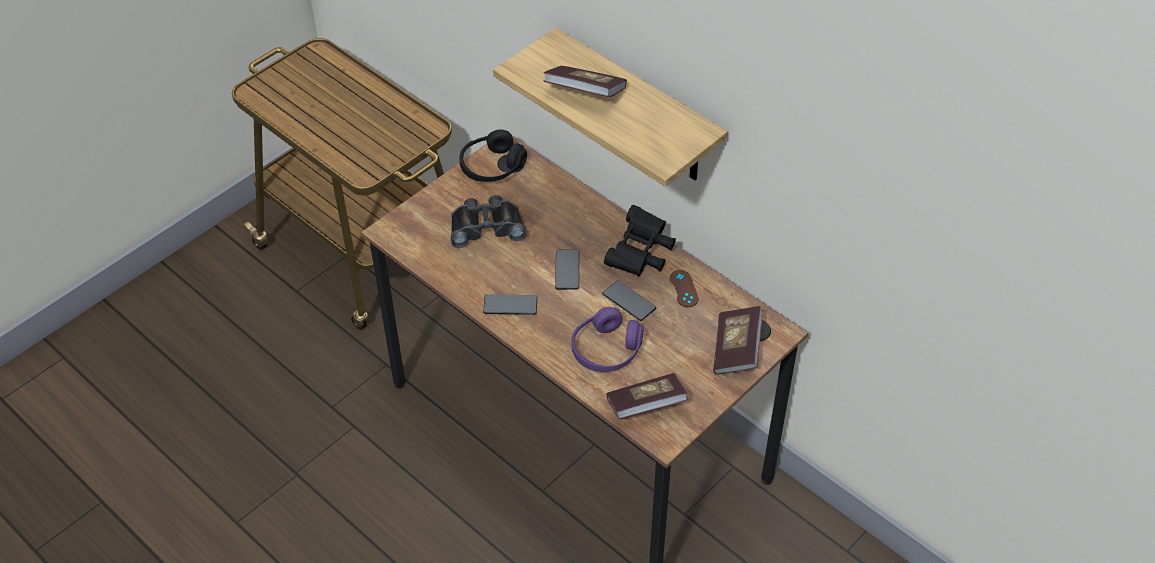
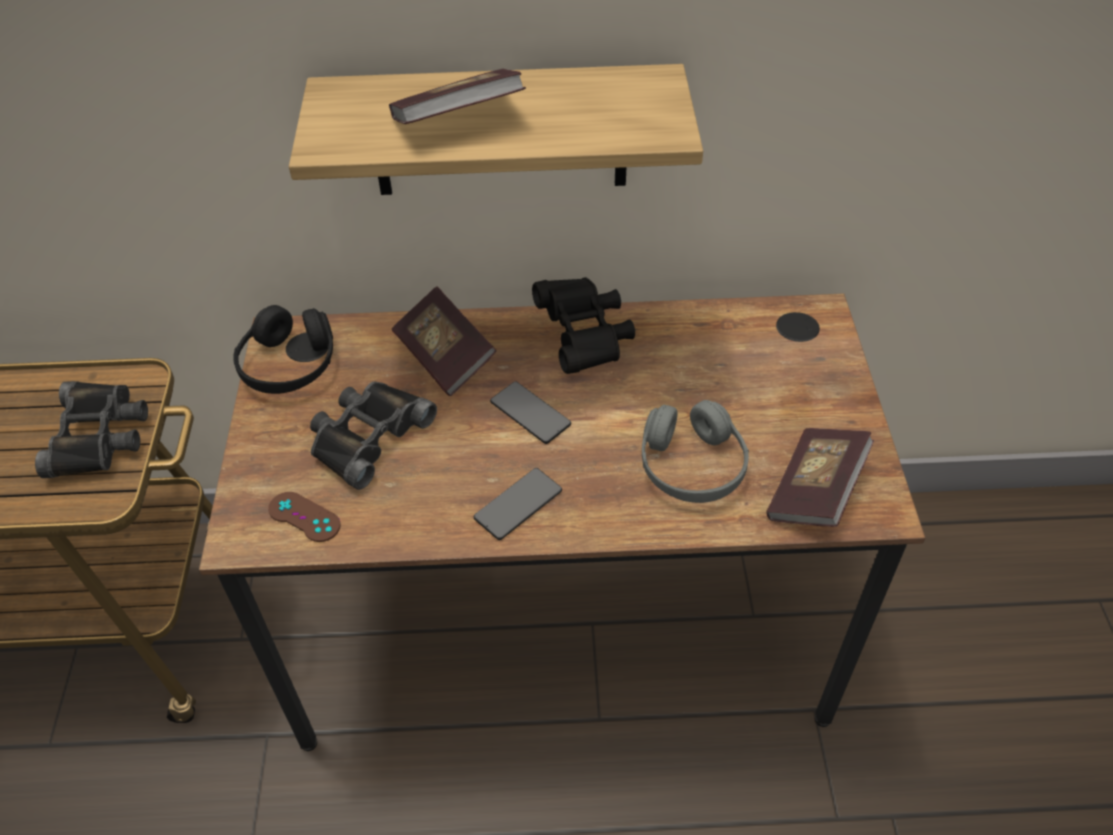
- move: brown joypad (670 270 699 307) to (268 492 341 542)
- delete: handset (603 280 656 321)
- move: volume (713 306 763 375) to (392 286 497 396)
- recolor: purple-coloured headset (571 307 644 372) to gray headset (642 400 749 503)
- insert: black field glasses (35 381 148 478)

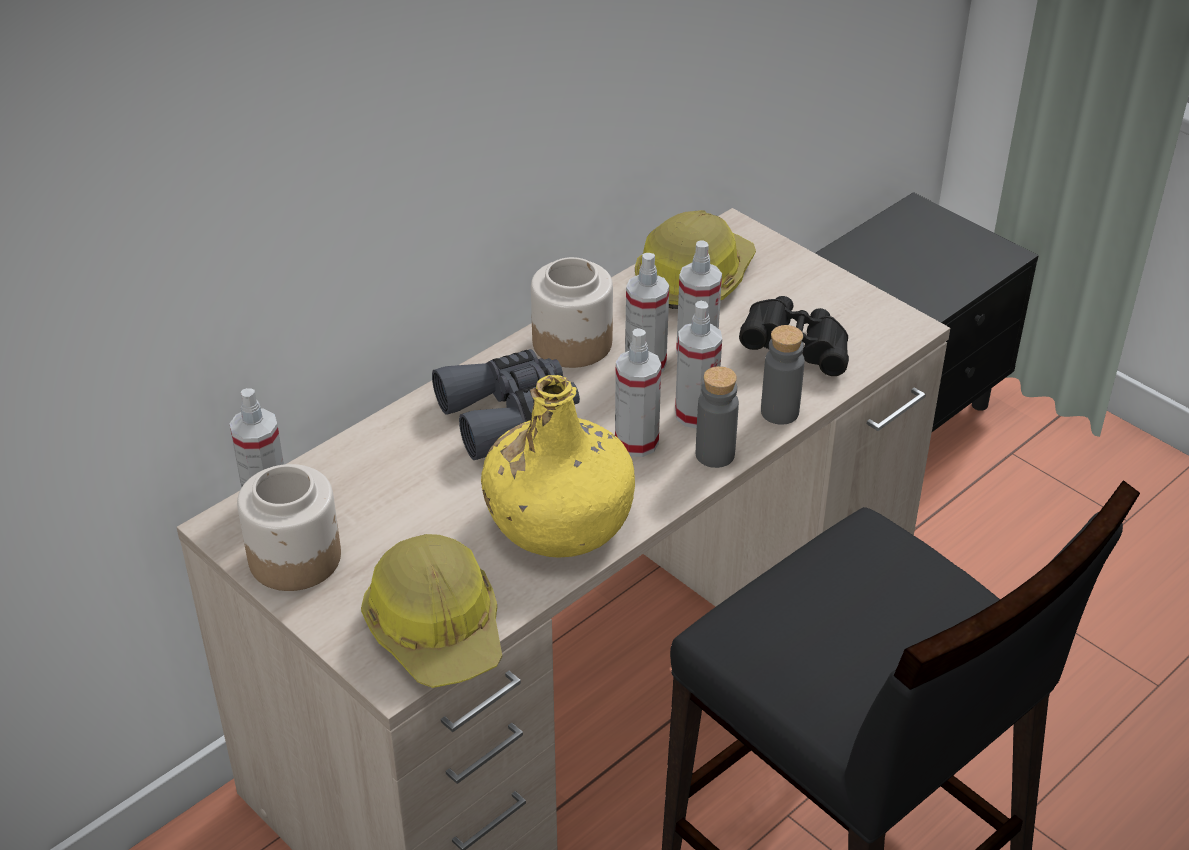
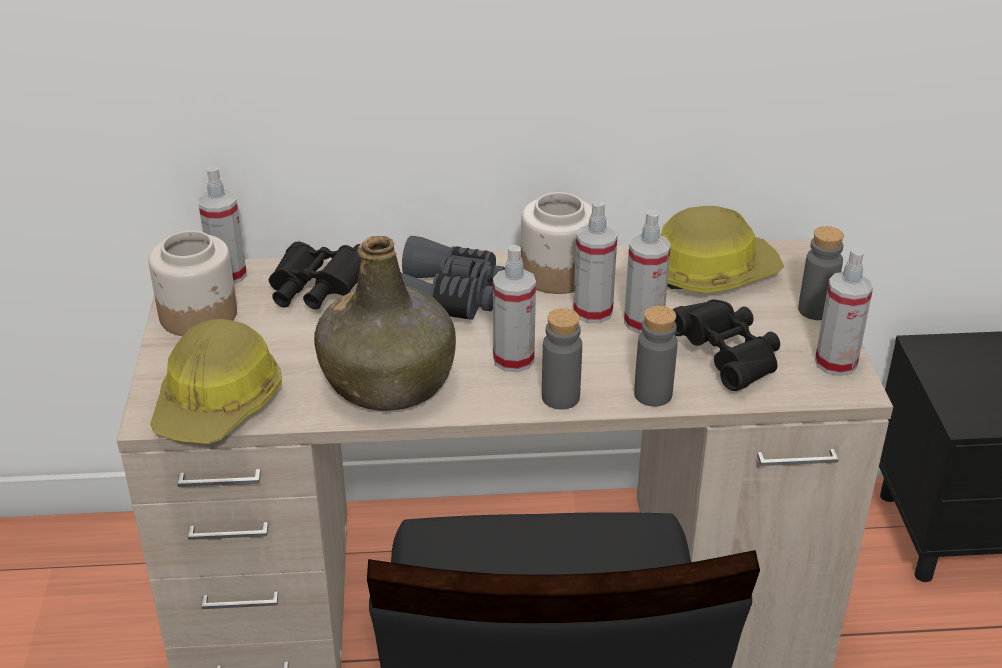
- move: hand sprayer (675 301 722 428) to (815 248 873 376)
- recolor: yellowish drink bottle (481 375 635 558) to green-coloured drink bottle (314 236 456 411)
- insert: gray drink bottle (798 226 844 320)
- insert: black field glasses (269 242 361 310)

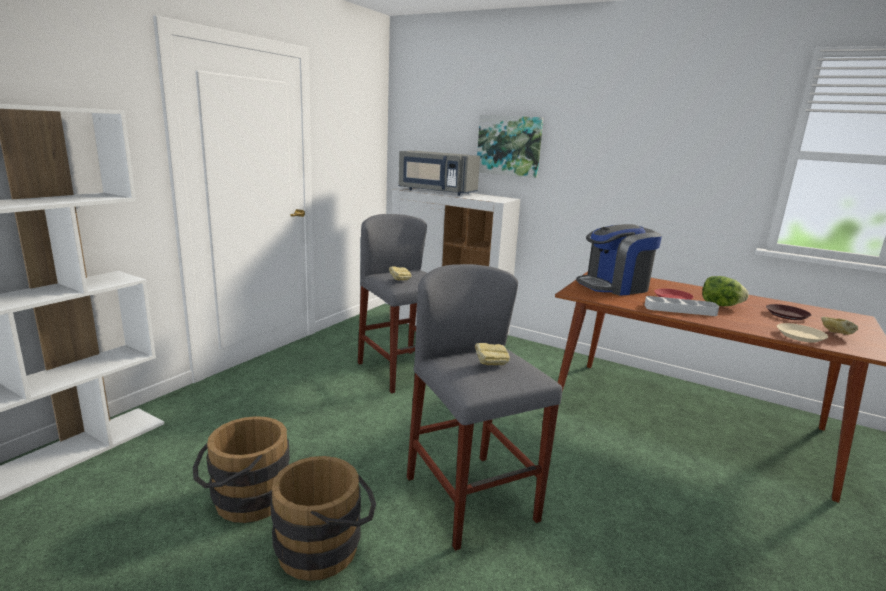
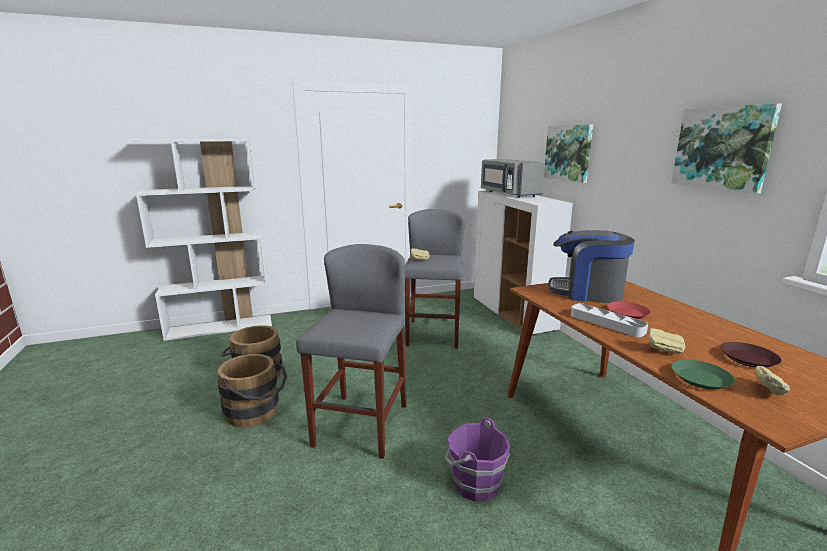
- delete: lettuce (702 276 748 306)
- recolor: sand-coloured dinner plate (777 323 828 343) to green-coloured dinner plate (671 359 735 390)
- move: bakery bread (475 343 510 365) to (648 328 685 354)
- insert: wall art (671 103 782 194)
- insert: purple-coloured pail (445 418 510 502)

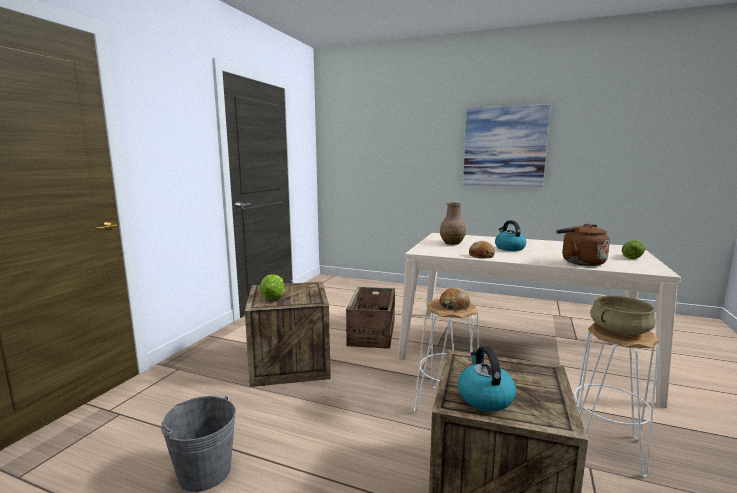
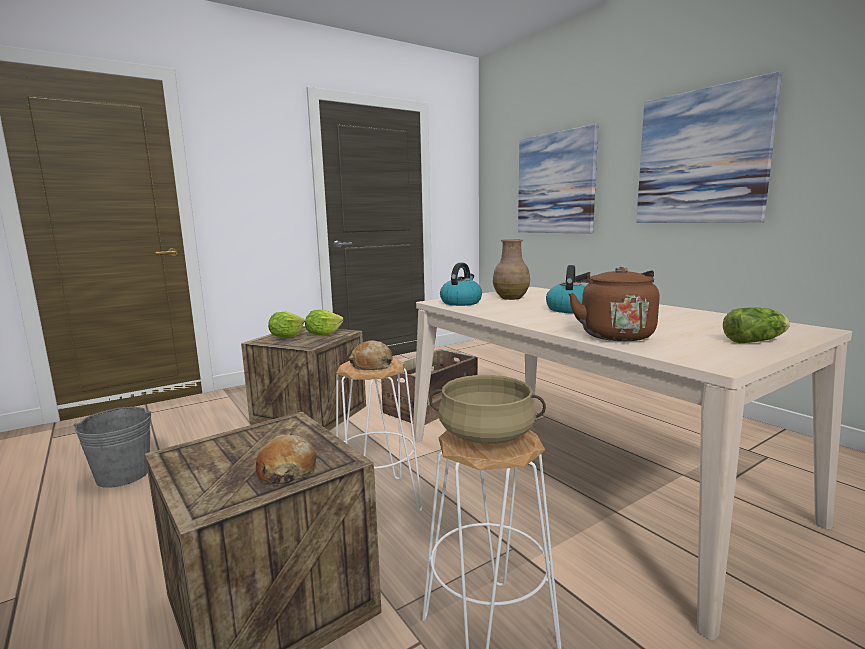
- move: bakery bread (469 241 495 258) to (256 435 317 484)
- move: tea kettle (458 346 516 411) to (440 263 482 306)
- insert: wall art (518 124 598 234)
- insert: lettuce (305 310 344 335)

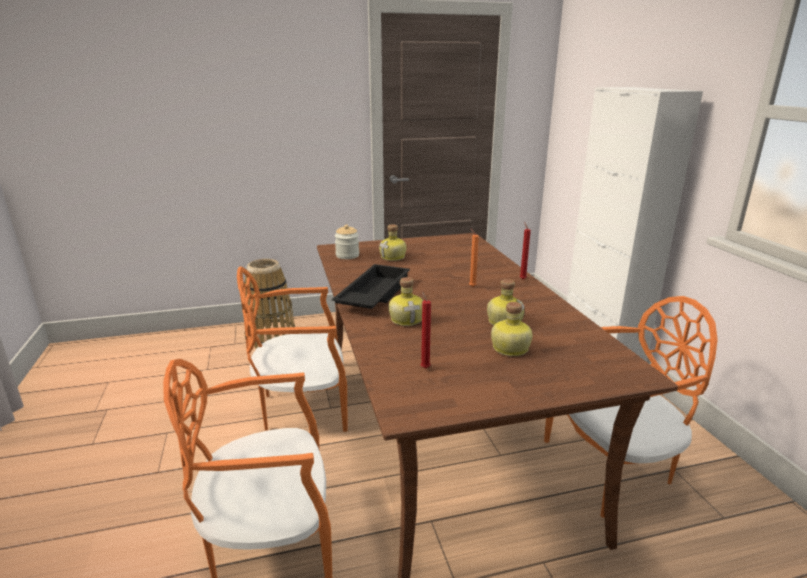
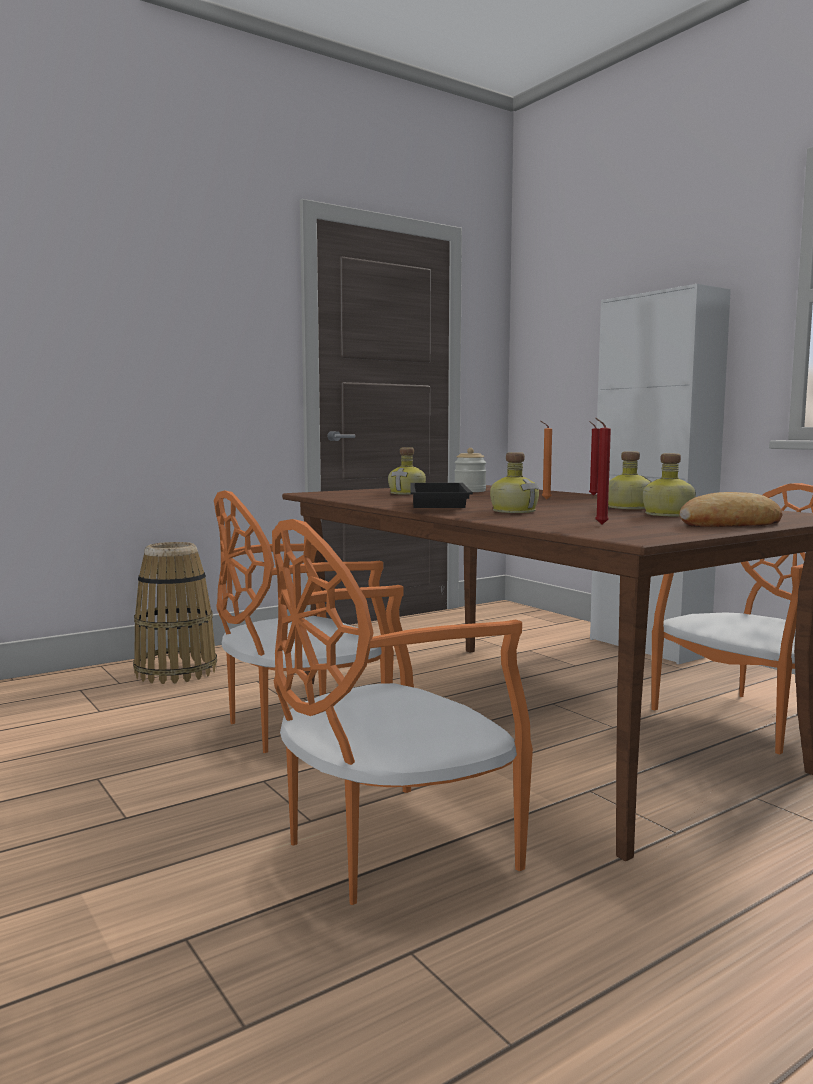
- move: preserve jar (335 224 359 259) to (454 448 486 492)
- insert: bakery bread (680 492 783 527)

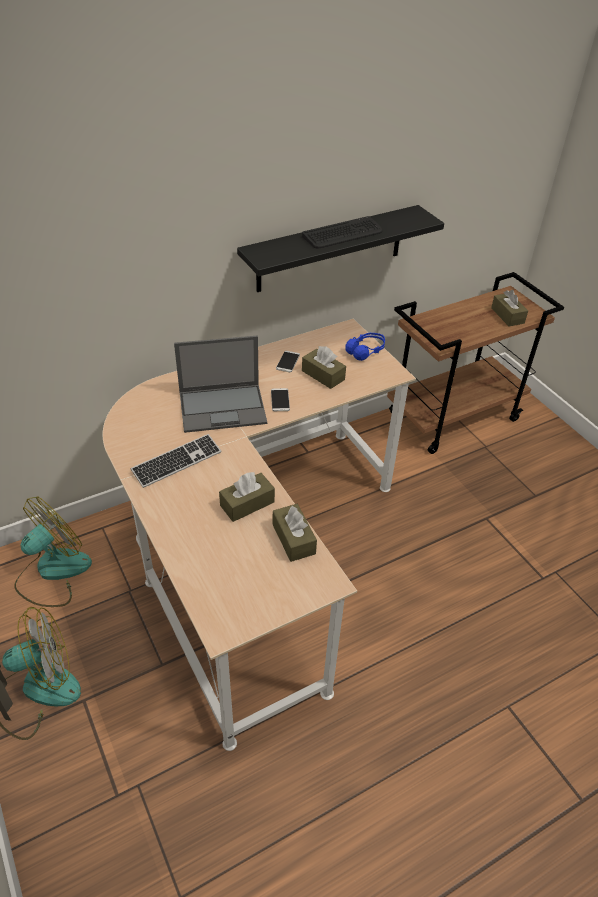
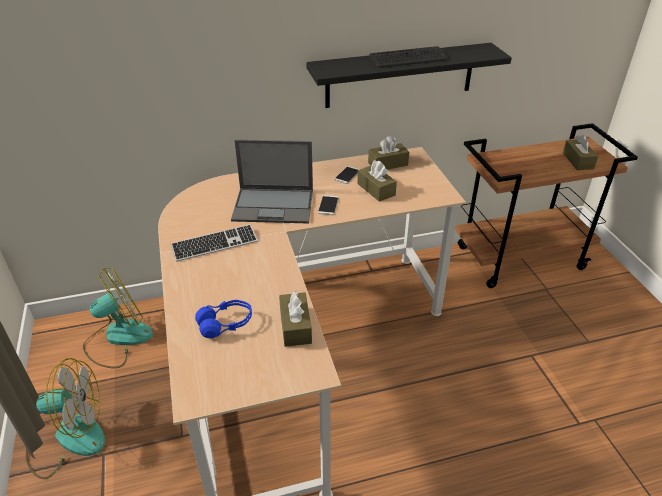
- move: blue-coloured headset (345 333 385 361) to (195 300 252 338)
- move: brown tissue holder (219 472 275 522) to (368 136 409 170)

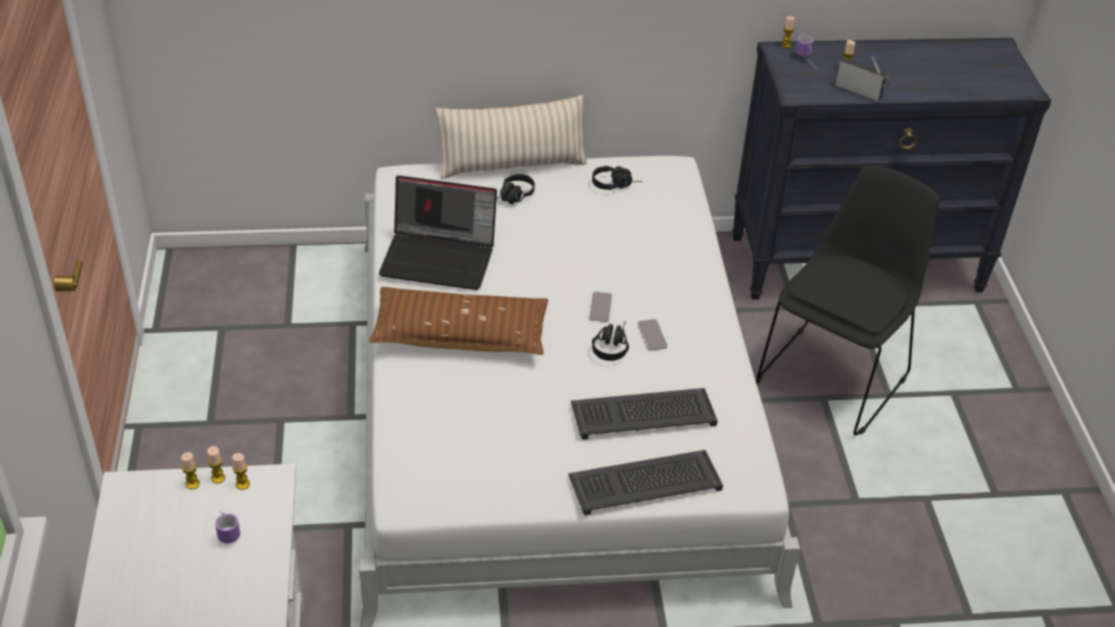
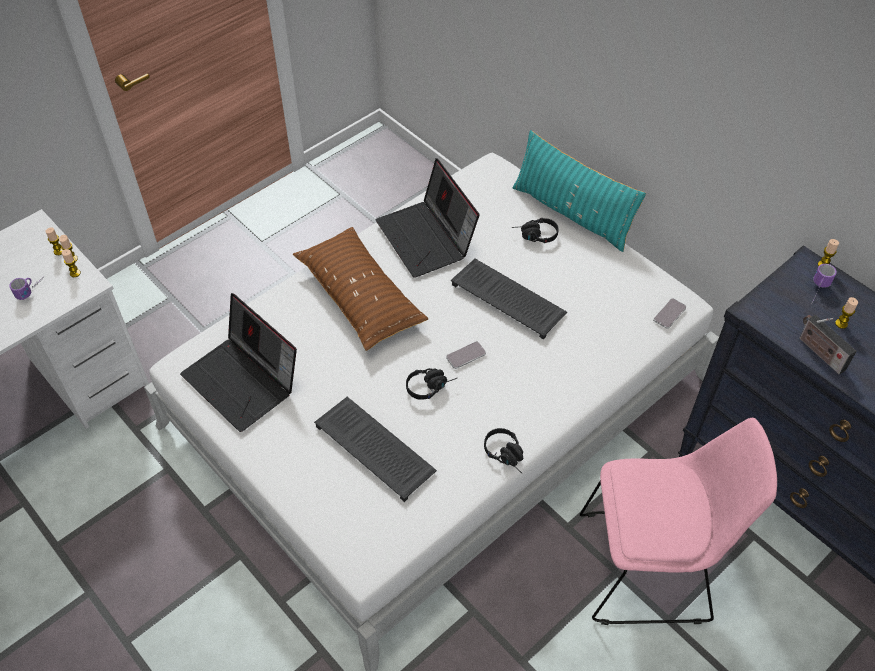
- rotate: radio (835 56 890 101) = (799 315 857 375) 150 degrees clockwise
- recolor: sand-coloured pillow (435 95 587 179) to turquoise-coloured pillow (512 130 646 252)
- recolor: black upright chair (756 165 939 435) to pinkish upright chair (580 418 777 625)
- move: black headset (592 166 643 190) to (484 428 523 473)
- move: handset (638 319 667 351) to (653 298 686 329)
- move: keyboard (568 450 723 516) to (451 259 567 339)
- insert: portable computer (180 293 297 432)

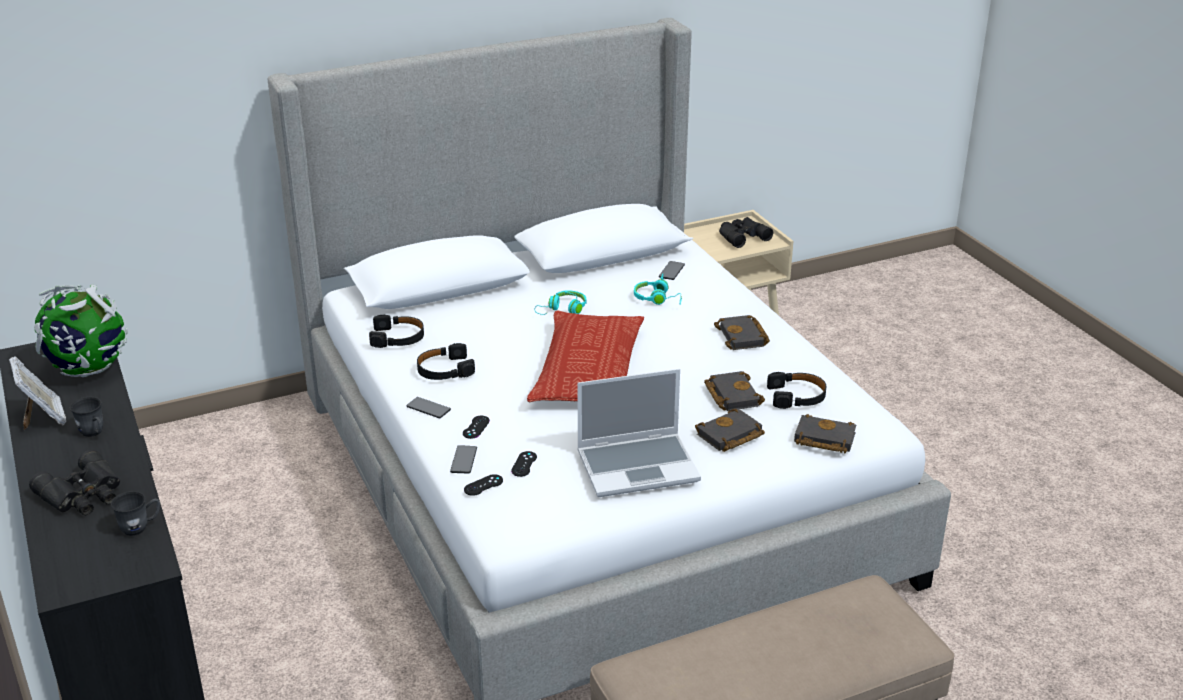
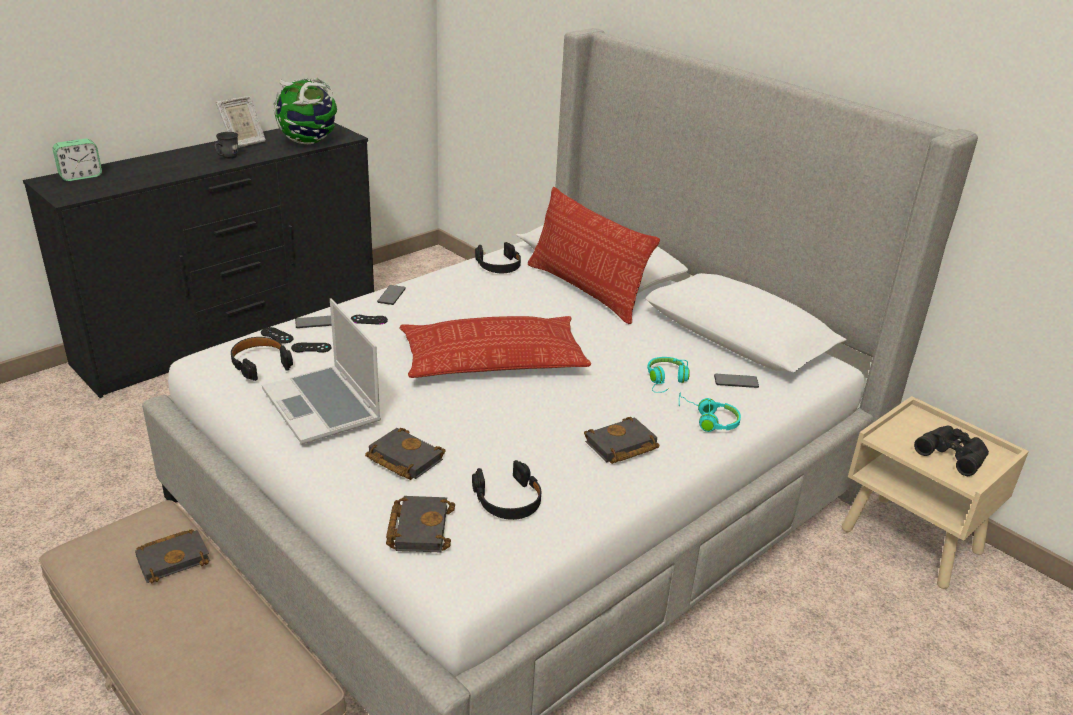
- move: turquoise-coloured headset (534 290 586 315) to (679 392 741 432)
- move: black headset (417 343 475 380) to (231 337 293 381)
- move: black volume (704 371 765 411) to (135 529 210 584)
- delete: black field glasses (29 450 120 515)
- delete: gray mug (111 491 160 536)
- insert: alarm clock (52 139 102 181)
- insert: pillow (528 187 660 324)

